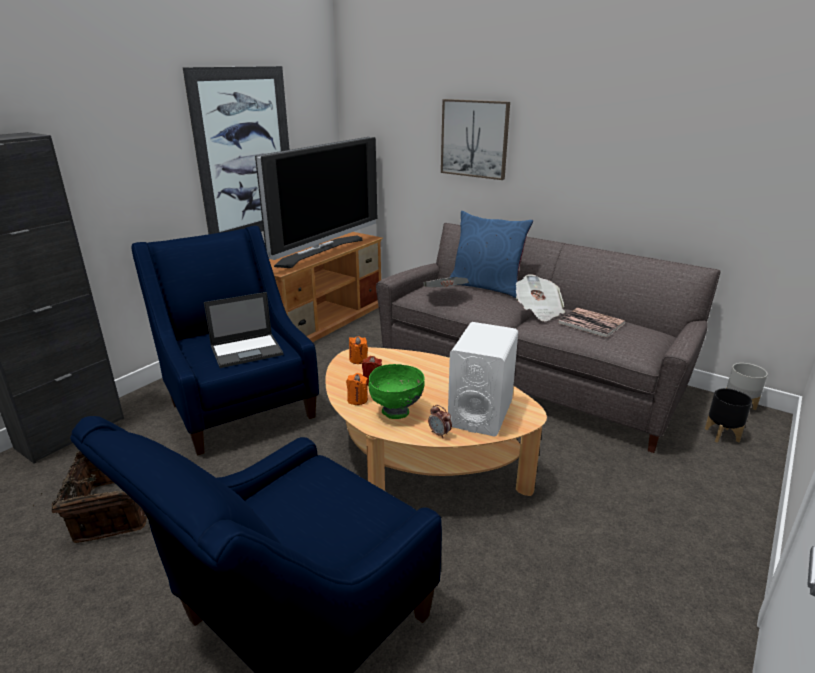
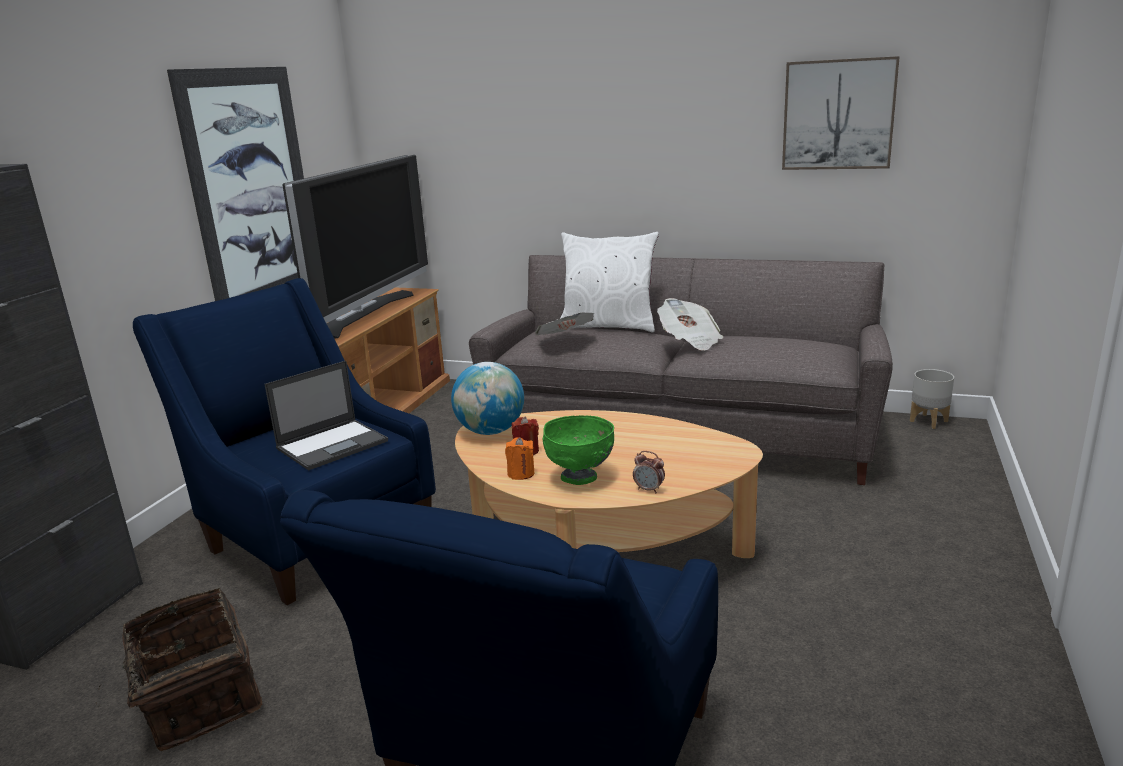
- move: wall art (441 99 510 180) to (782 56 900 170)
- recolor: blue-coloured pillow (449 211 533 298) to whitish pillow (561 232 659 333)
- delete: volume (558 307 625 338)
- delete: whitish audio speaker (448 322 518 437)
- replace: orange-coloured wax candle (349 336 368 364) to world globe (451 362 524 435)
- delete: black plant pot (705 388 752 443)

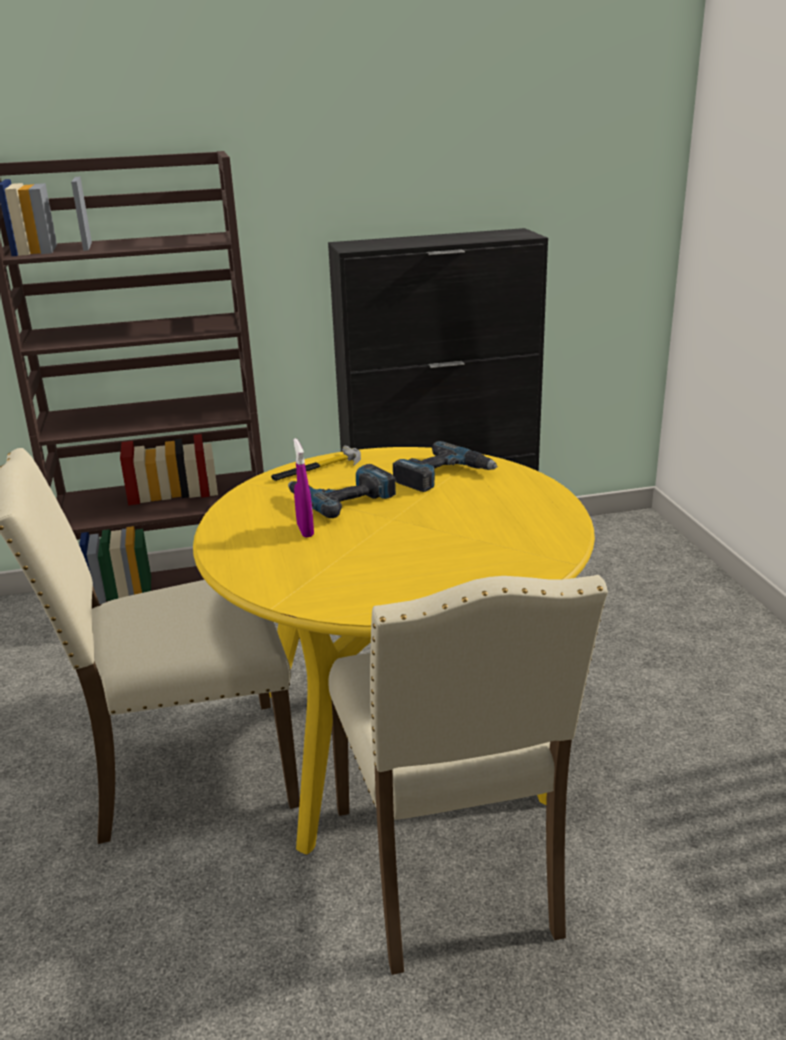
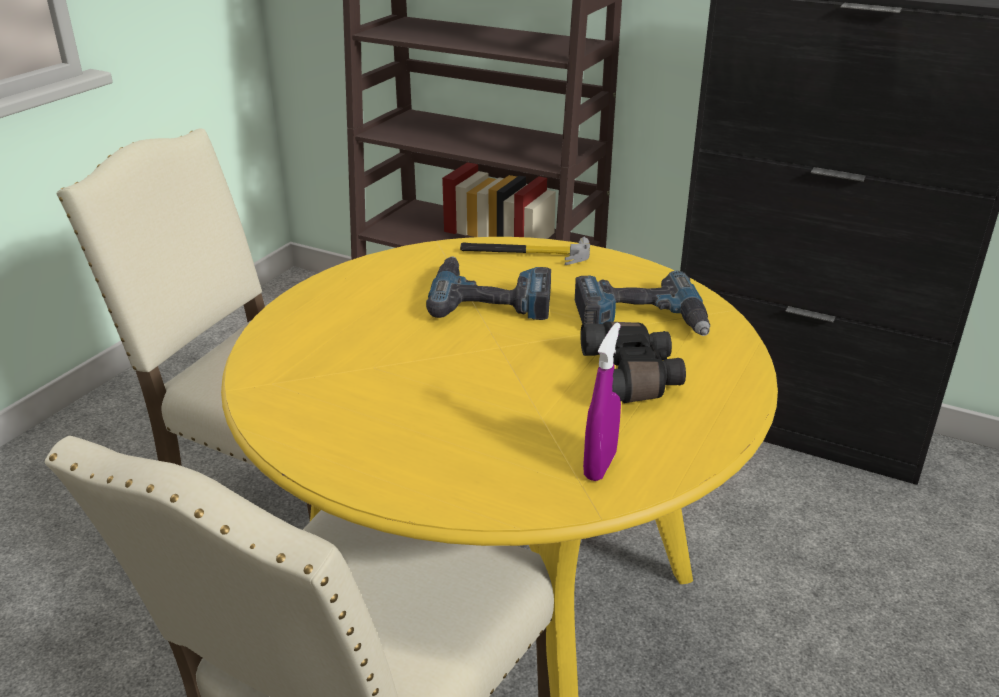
- move: purple-coloured hand sprayer (293 438 314 538) to (583 322 621 481)
- insert: black field glasses (580 322 686 403)

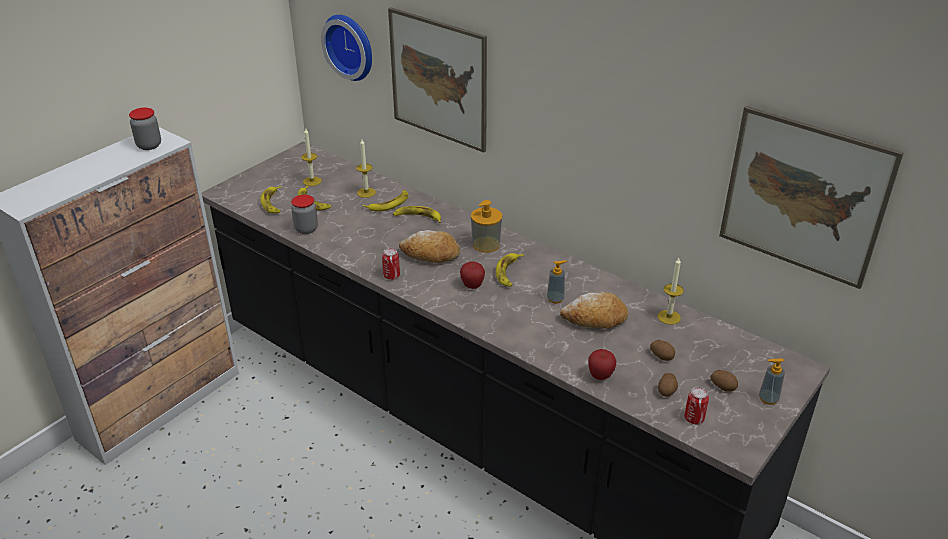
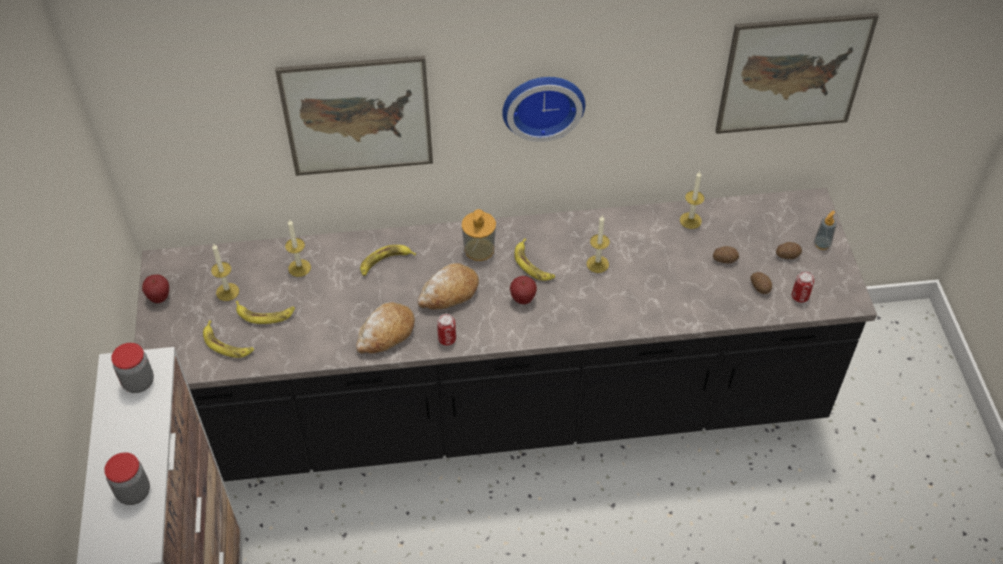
- move: clock on the wall (321 15 372 81) to (502 77 585 142)
- delete: banana (363 190 409 212)
- move: preserve jar (291 195 318 234) to (104 452 150 505)
- replace: soap dispenser (547 260 567 304) to wax candle (587 216 610 273)
- move: bakery bread (560 292 628 329) to (356 302 415 354)
- move: apple (588 349 616 380) to (142 274 169 303)

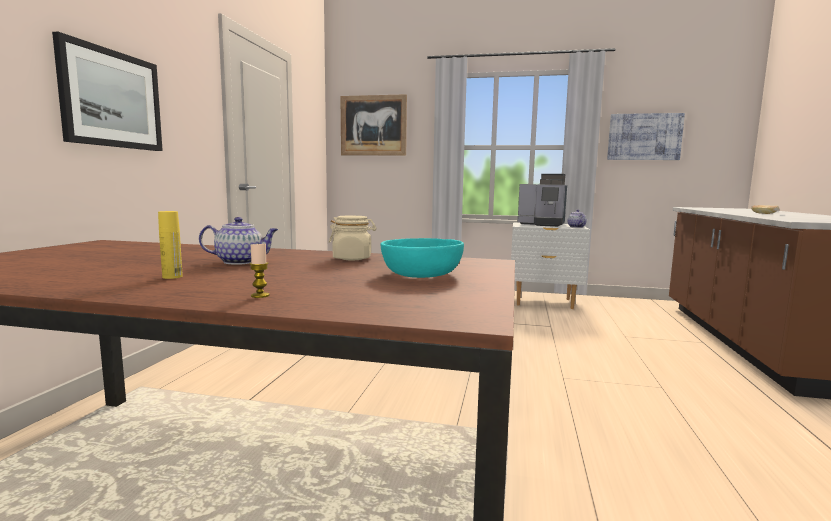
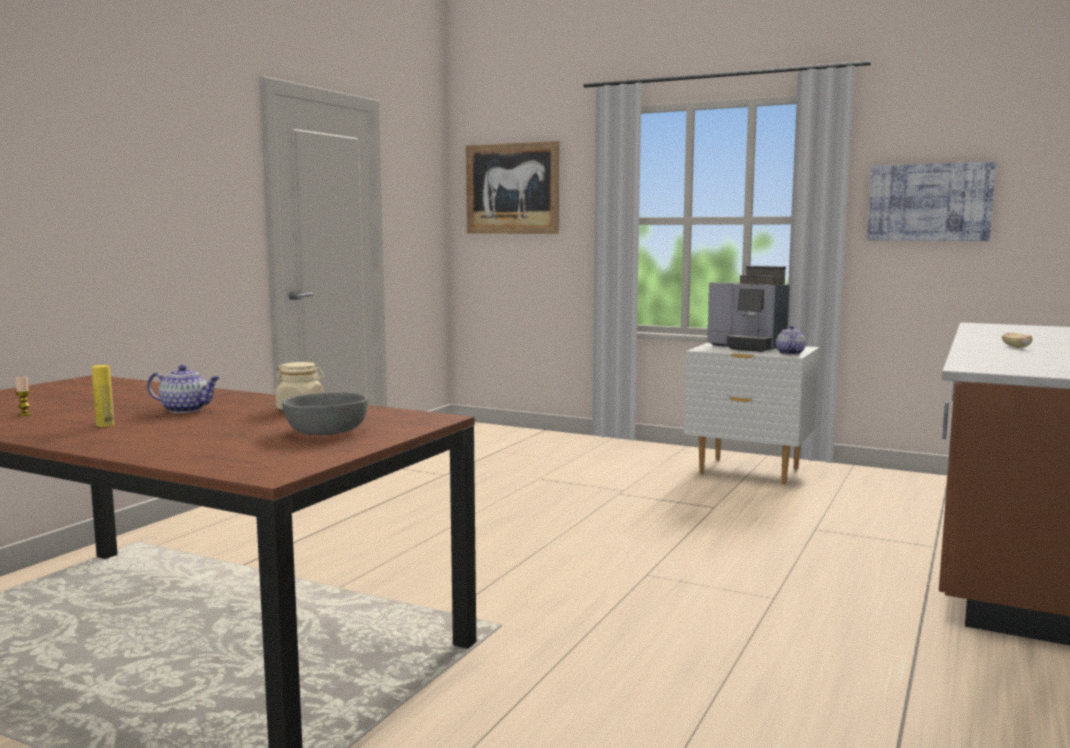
- delete: wall art (52 32 163 151)
- recolor: turquoise-coloured bowl (380 238 464 278) to gray bowl (282 393 368 435)
- move: wax candle (249 244 269 298) to (15 377 32 416)

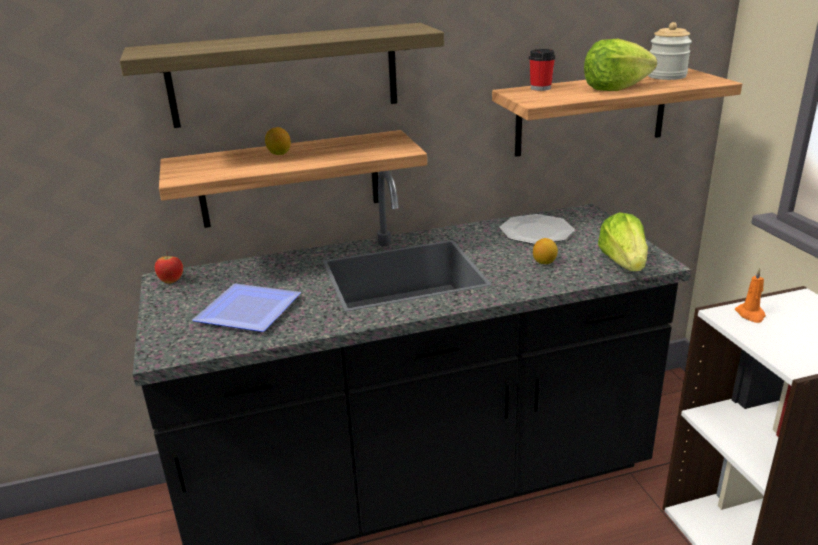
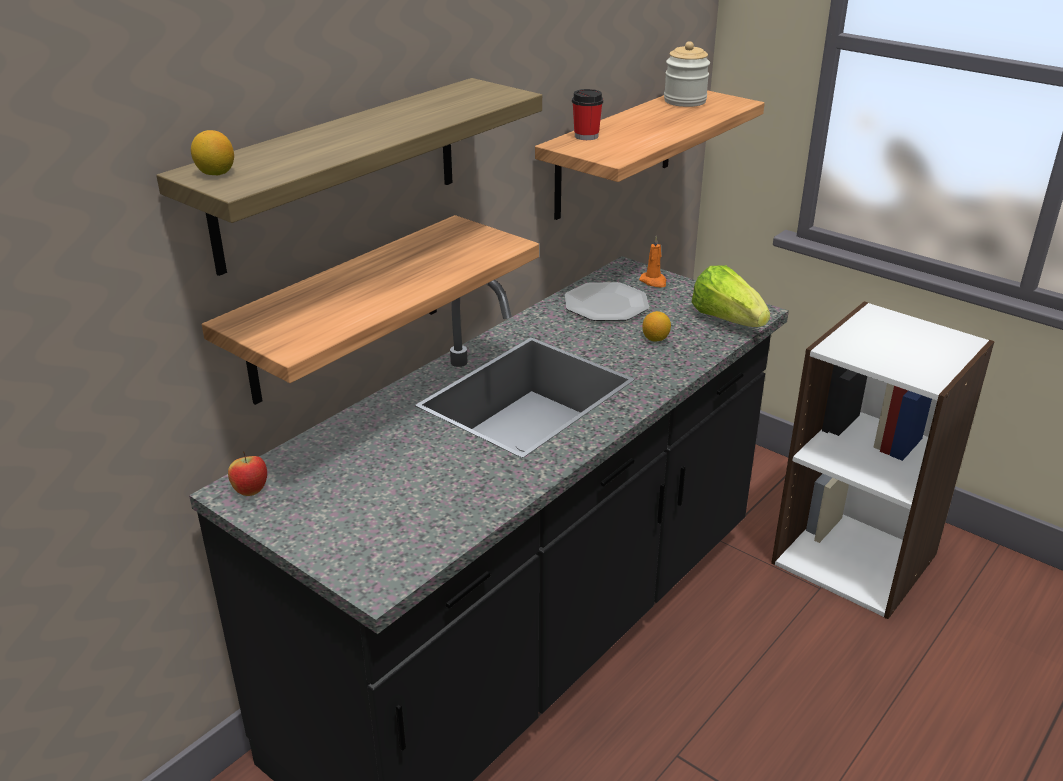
- delete: lettuce (584 39 657 91)
- move: whole lemon (265 127 291 155) to (191 130 234 175)
- move: orange-coloured wax candle (735 268 766 323) to (639 236 667 288)
- delete: dinner plate (192 284 301 332)

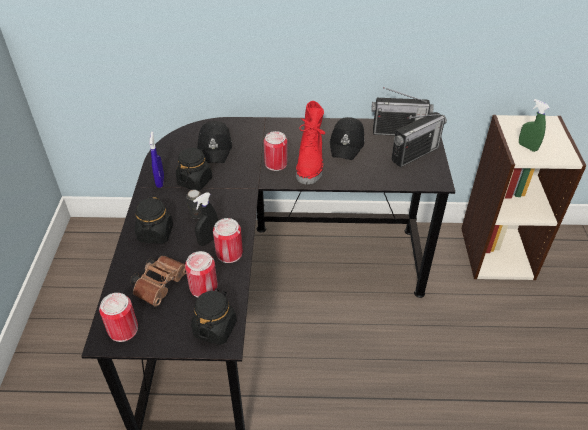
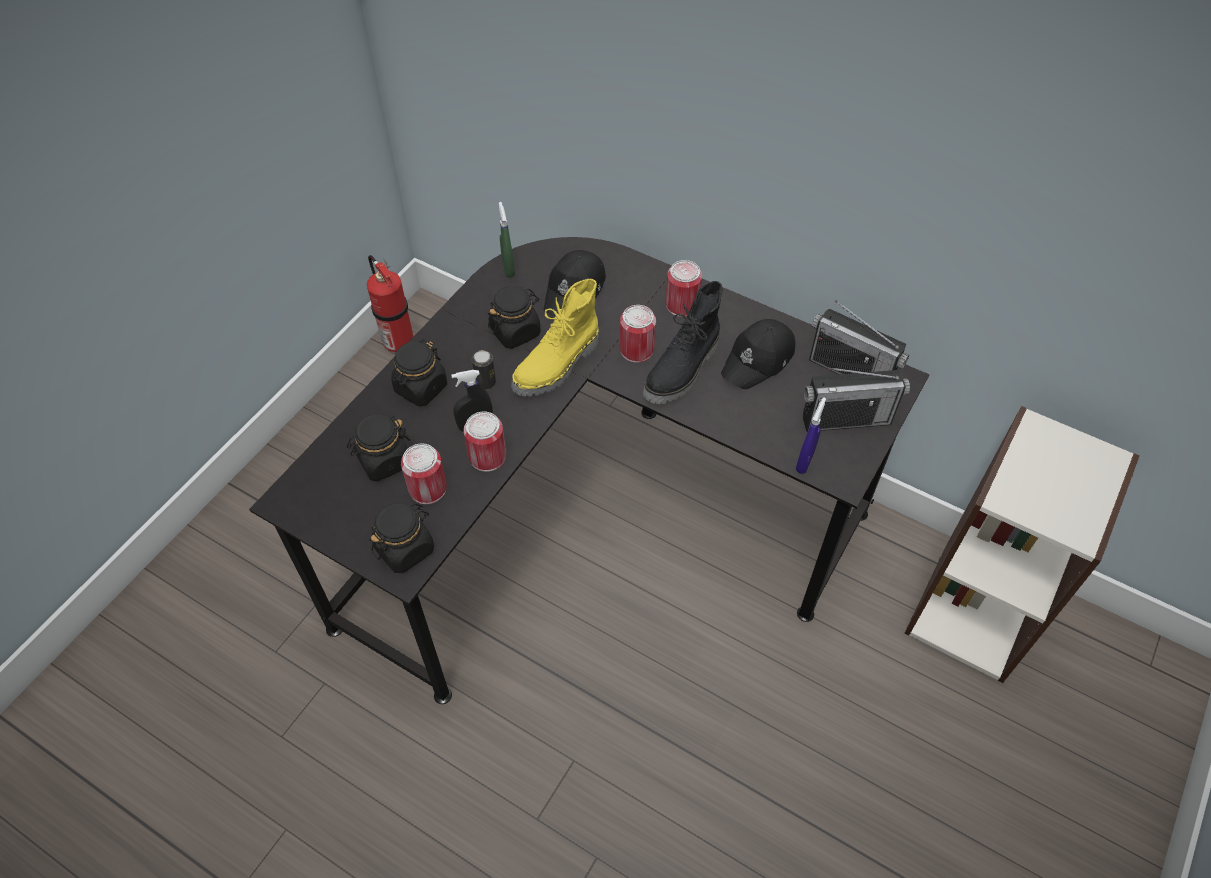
- move: green-coloured hand sprayer (519 99 550 152) to (499 202 515 278)
- recolor: red-coloured high-top boot (296 101 325 185) to black high-top boot (643 281 723 404)
- move: blue-coloured hand sprayer (149 132 164 188) to (796 397 826 474)
- replace: brown field glasses (130 256 186 306) to black preserve jar (347 414 410 481)
- move: metal can (99 293 138 342) to (666 260 702 317)
- insert: fire extinguisher (367 255 413 352)
- insert: yellowish high-top boot (511 279 599 397)

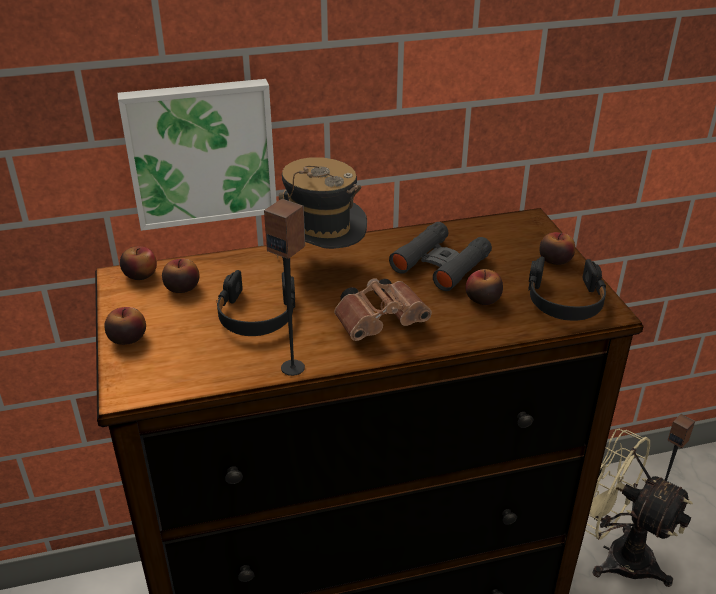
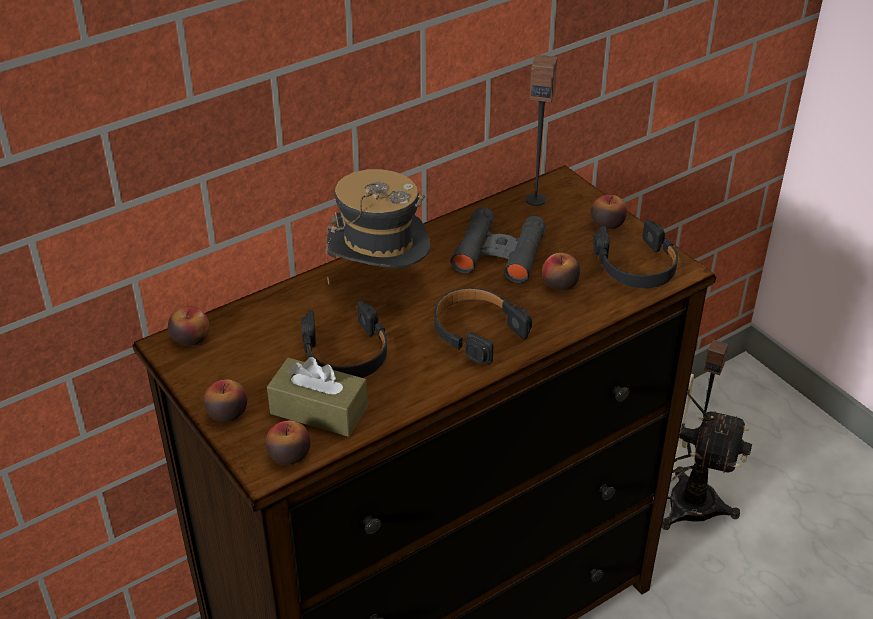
- delete: wall art (118 79 277 231)
- move: audio speaker (264 199 305 376) to (526 54 558 206)
- move: apple (162 259 200 293) to (265 420 311 465)
- replace: brown field glasses (334 278 432 341) to black headset (434 288 532 364)
- insert: brown tissue holder (267 357 368 437)

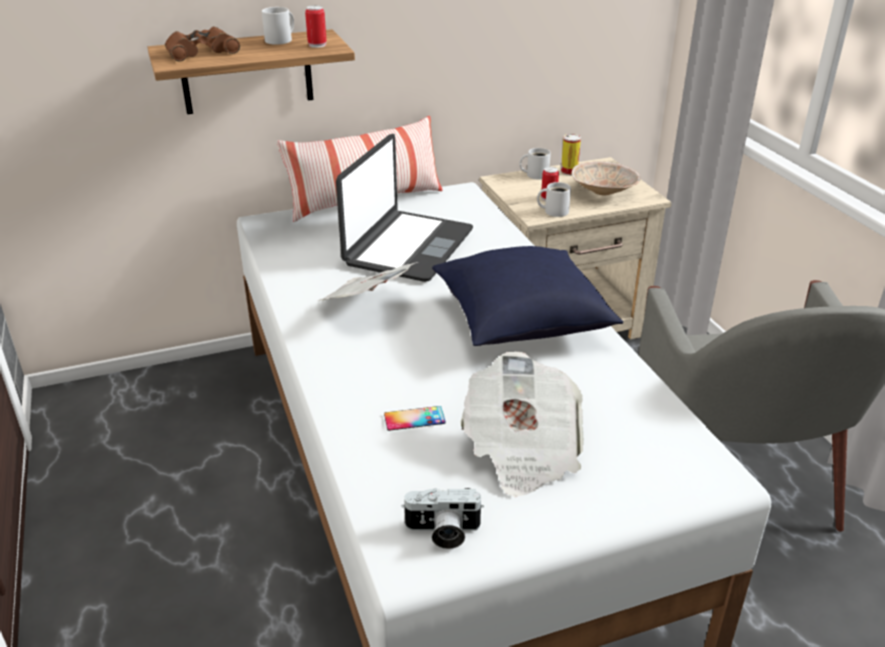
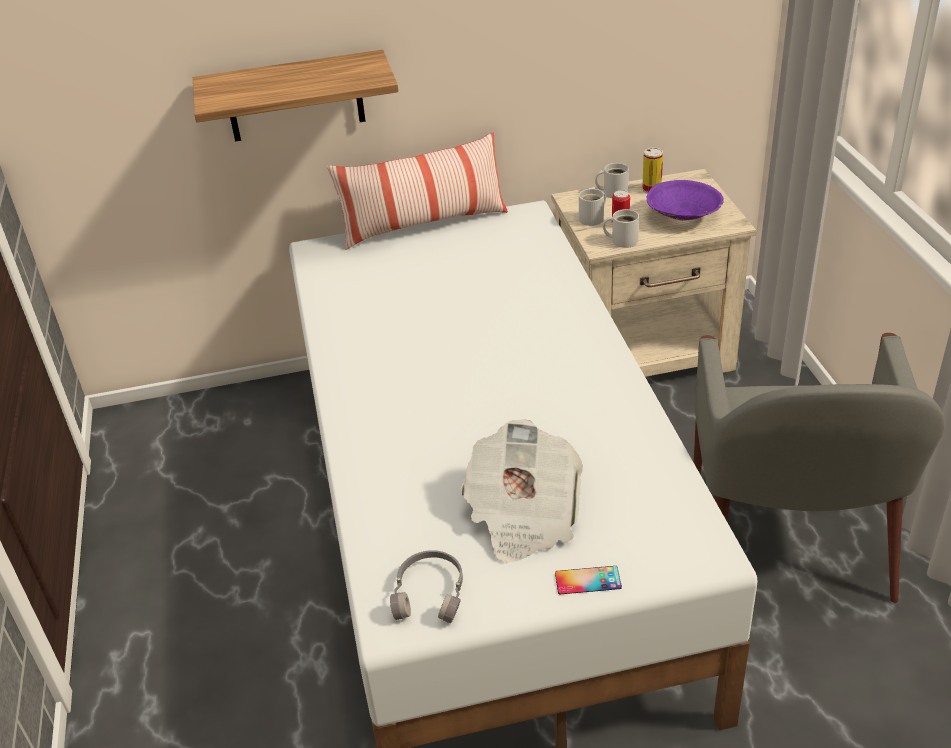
- delete: metal can (305 5 327 48)
- move: whitish mug (262 7 294 45) to (579 189 606 226)
- delete: brown field glasses (165 26 240 61)
- delete: portable computer (336 134 473 282)
- recolor: sand-coloured bowl (571 161 641 196) to purple-coloured bowl (647 180 724 221)
- delete: blue-coloured pillow (432 246 623 346)
- delete: newspaper (318 262 418 301)
- move: handset (384 406 446 431) to (555 566 622 594)
- replace: photo camera (402 488 484 549) to gray headset (390 550 463 624)

